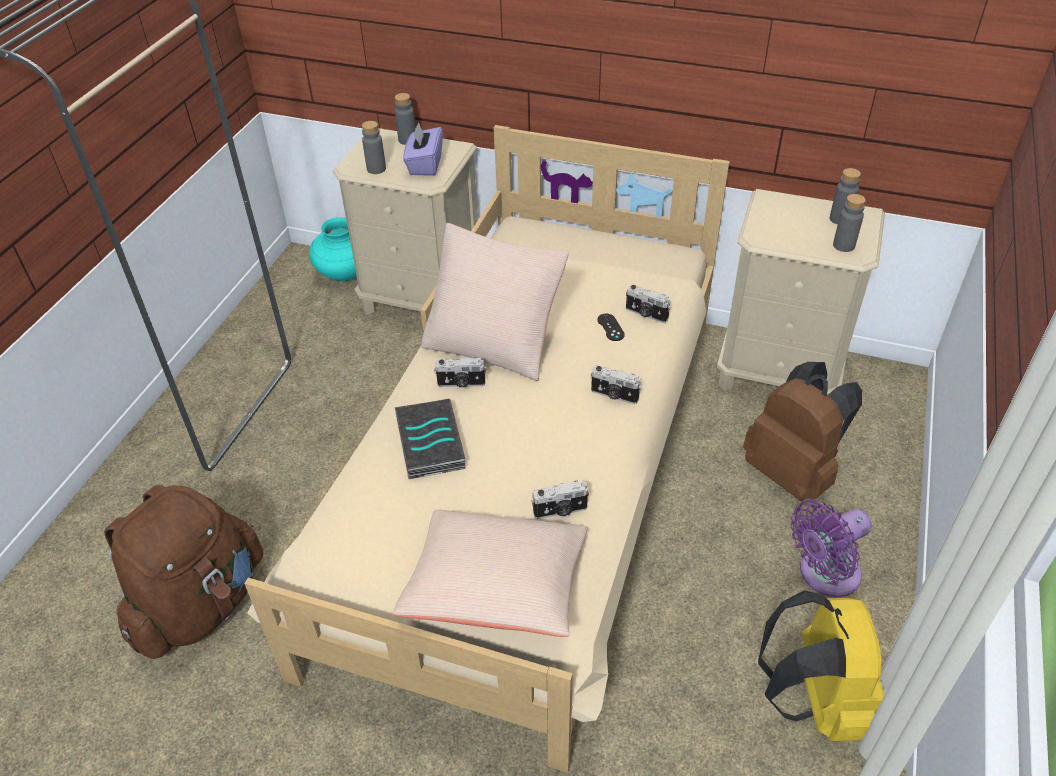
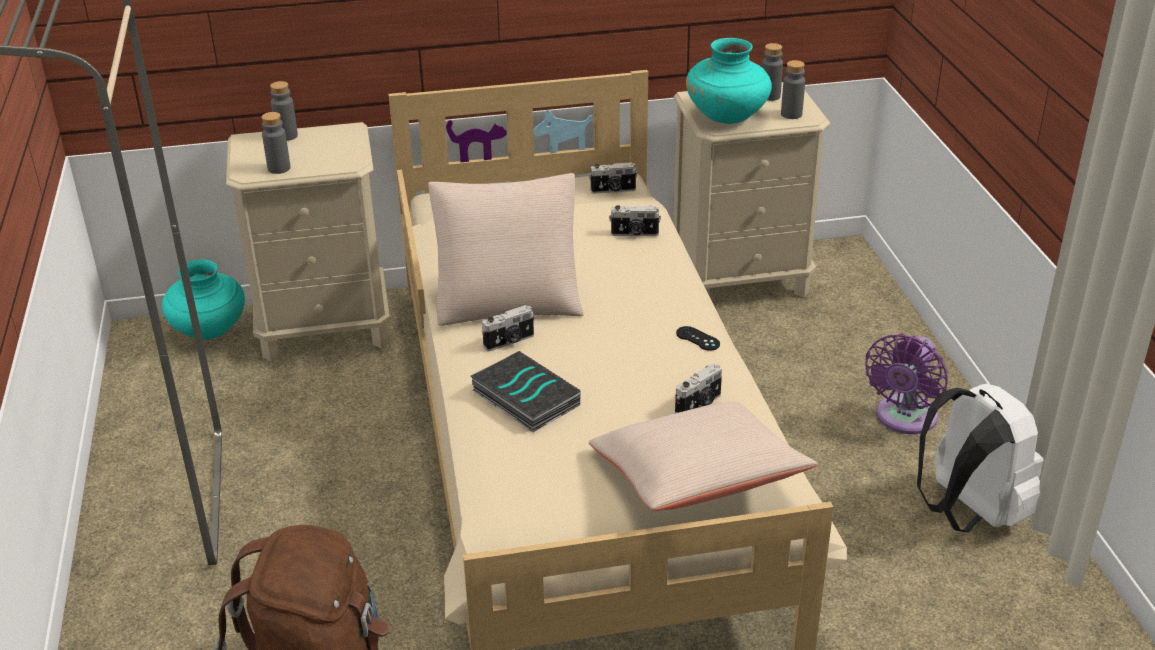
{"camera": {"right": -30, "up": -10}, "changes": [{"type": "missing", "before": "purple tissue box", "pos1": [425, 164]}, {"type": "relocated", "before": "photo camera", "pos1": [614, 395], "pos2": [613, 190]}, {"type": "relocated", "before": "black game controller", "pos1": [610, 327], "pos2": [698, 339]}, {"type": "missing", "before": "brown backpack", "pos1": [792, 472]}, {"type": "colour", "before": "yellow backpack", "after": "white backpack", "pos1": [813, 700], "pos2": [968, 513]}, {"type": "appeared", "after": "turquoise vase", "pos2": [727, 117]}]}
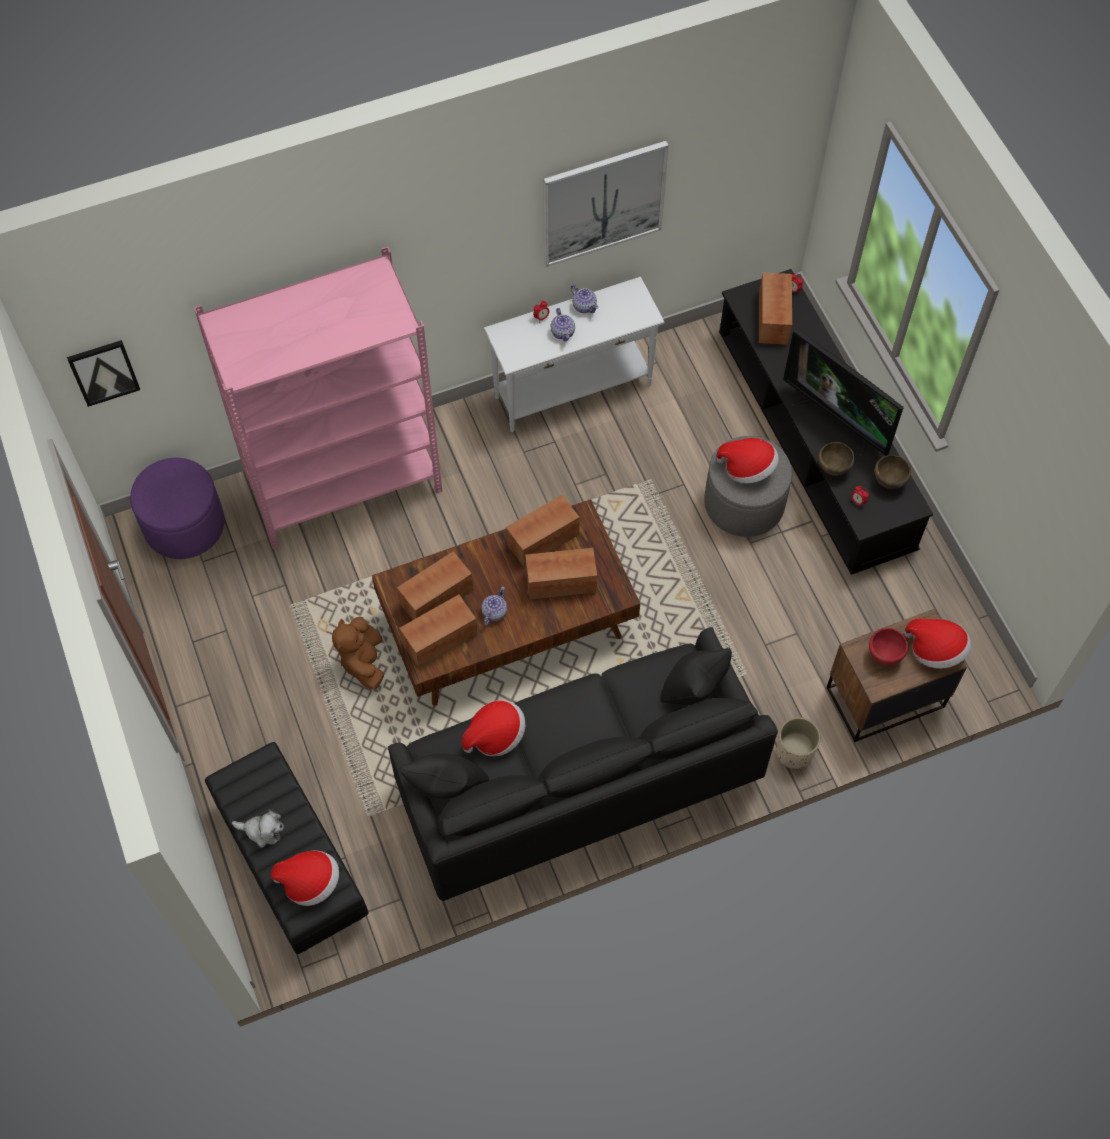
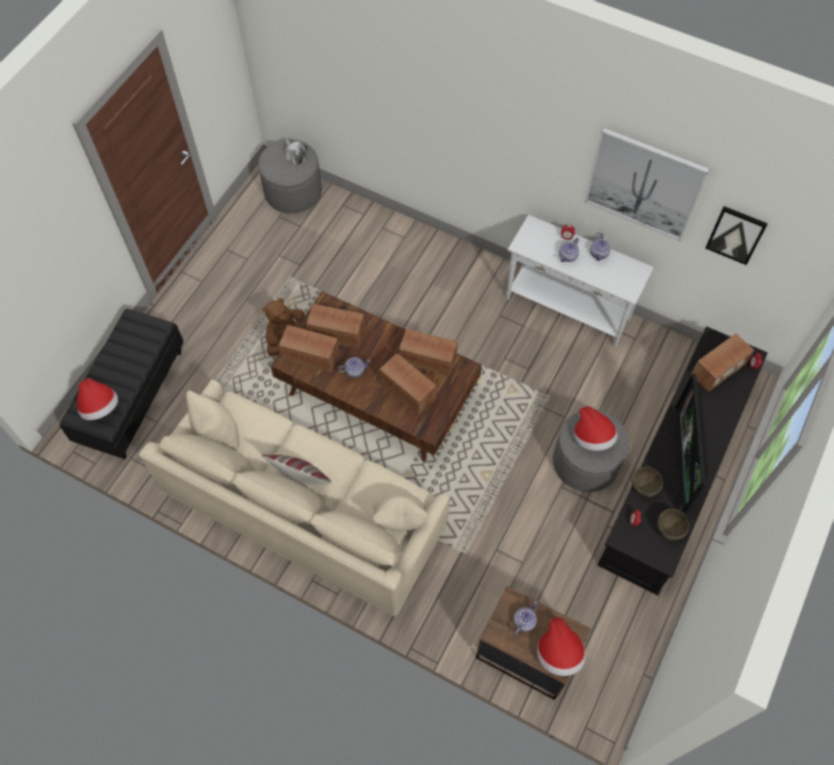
{"camera": {"right": 50, "up": 0}, "changes": [{"type": "relocated", "before": "picture", "pos1": [103, 372], "pos2": [736, 234]}, {"type": "colour", "before": "purple ottoman", "after": "grey ottoman", "pos1": [184, 525], "pos2": [293, 192]}, {"type": "missing", "before": "pink bookcase", "pos1": [343, 482]}, {"type": "relocated", "before": "plush toy", "pos1": [263, 831], "pos2": [295, 155]}, {"type": "colour", "before": "black sofa", "after": "beige sofa", "pos1": [577, 782], "pos2": [305, 510]}, {"type": "missing", "before": "hat", "pos1": [495, 735]}, {"type": "missing", "before": "beige planter", "pos1": [794, 752]}, {"type": "exchanged", "before": "red bowl", "after": "teapot", "pos1": [884, 655], "pos2": [524, 621]}, {"type": "appeared", "after": "pillow", "pos2": [300, 478]}]}
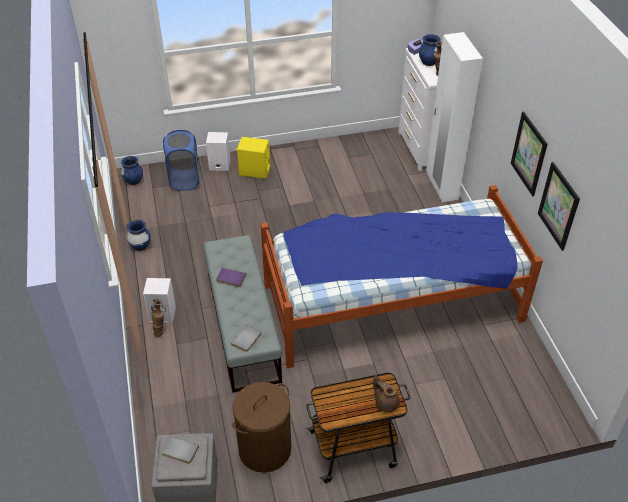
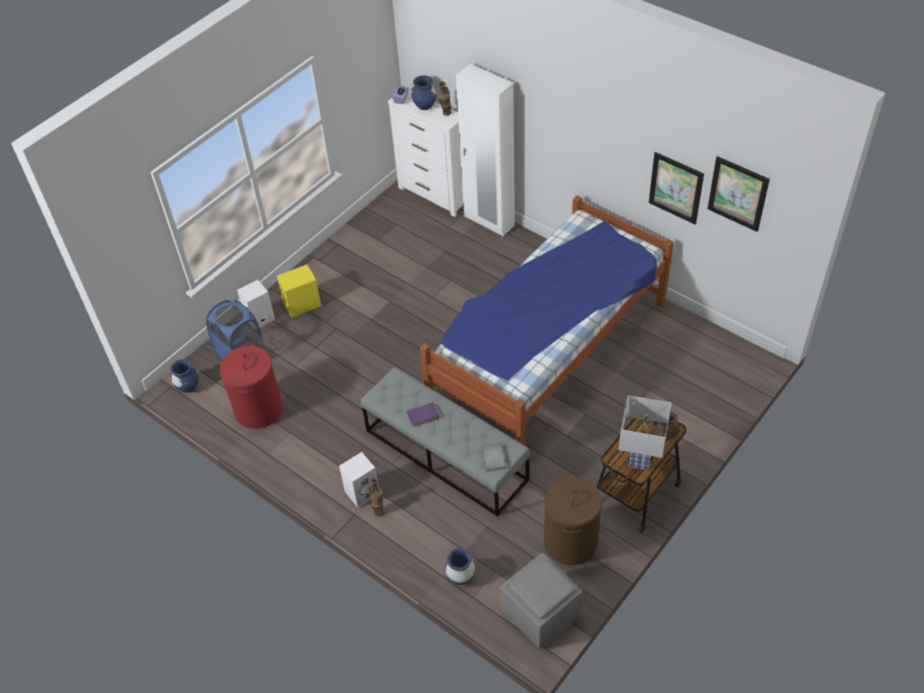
{"camera": {"right": -35, "up": 5}, "changes": [{"type": "relocated", "before": "blue vase", "pos1": [140, 246], "pos2": [460, 577]}, {"type": "missing", "before": "grey book", "pos1": [179, 451]}, {"type": "relocated", "before": "picture", "pos1": [529, 153], "pos2": [738, 193]}, {"type": "appeared", "after": "red laundry basket", "pos2": [259, 409]}, {"type": "appeared", "after": "white table lamp", "pos2": [640, 461]}]}
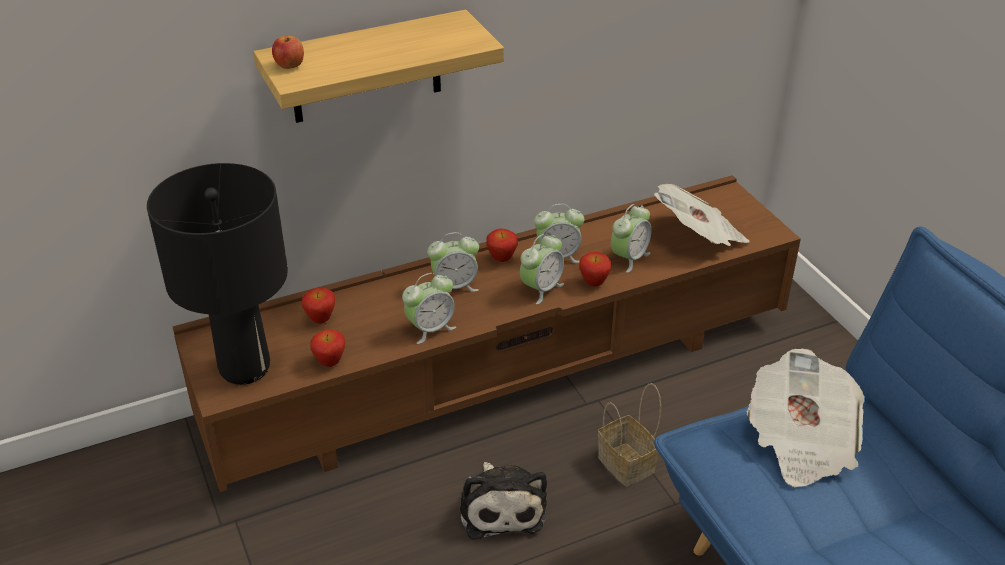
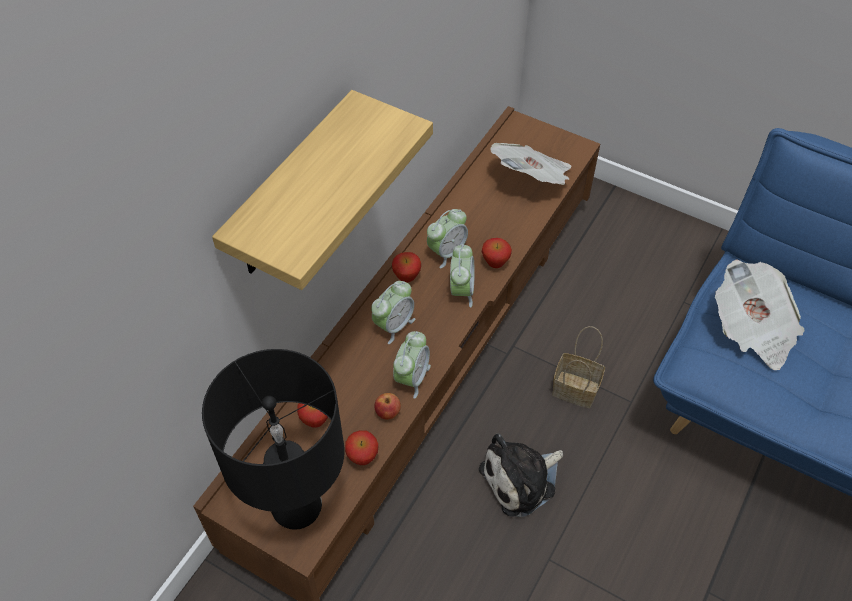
{"camera": {"right": -35, "up": 15}, "changes": [{"type": "relocated", "before": "apple", "pos1": [289, 66], "pos2": [388, 413]}, {"type": "spun", "before": "plush toy", "pos1": [501, 507], "pos2": [522, 479], "turn": 105}, {"type": "missing", "before": "alarm clock", "pos1": [629, 258]}]}
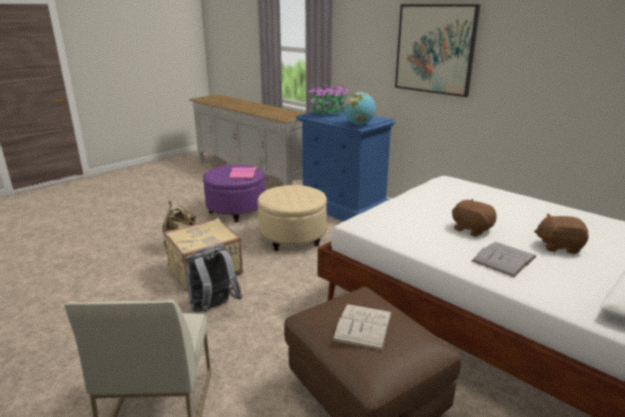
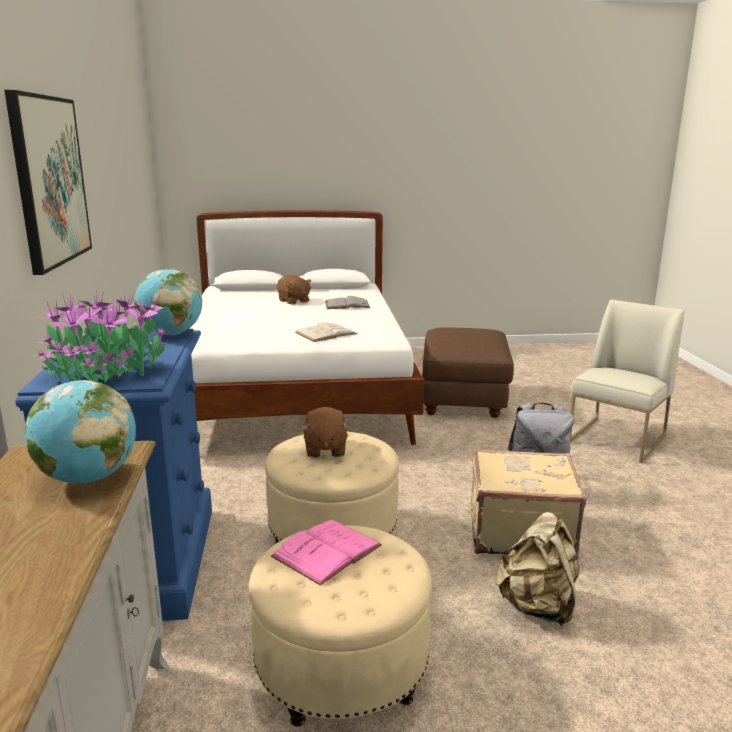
{"camera": {"right": -140, "up": -5}, "changes": [{"type": "colour", "before": "purple ottoman", "after": "beige ottoman", "pos1": [236, 211], "pos2": [341, 670]}, {"type": "relocated", "before": "white book", "pos1": [363, 326], "pos2": [326, 333]}, {"type": "relocated", "before": "brown plush toy", "pos1": [471, 229], "pos2": [325, 450]}, {"type": "appeared", "after": "globe", "pos2": [88, 478]}]}
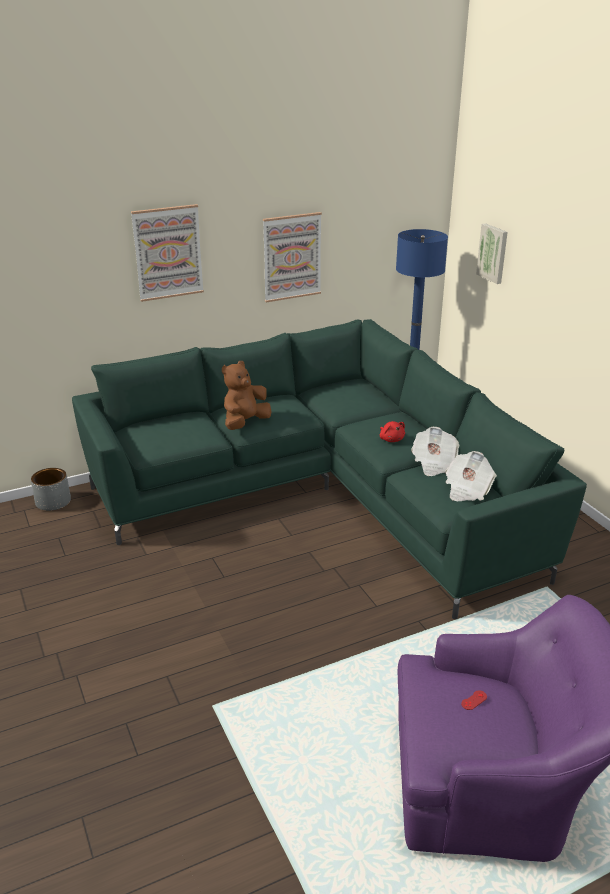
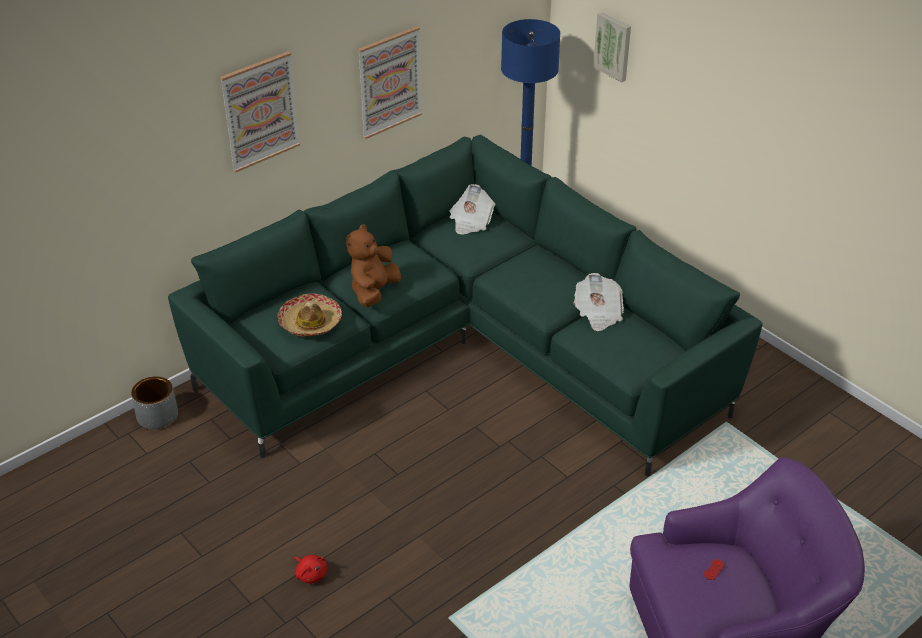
{"camera": {"right": -15, "up": 10}, "changes": [{"type": "relocated", "before": "red plush toy", "pos1": [391, 439], "pos2": [311, 574]}, {"type": "relocated", "before": "newspaper", "pos1": [467, 489], "pos2": [470, 221]}, {"type": "appeared", "after": "hat", "pos2": [310, 322]}]}
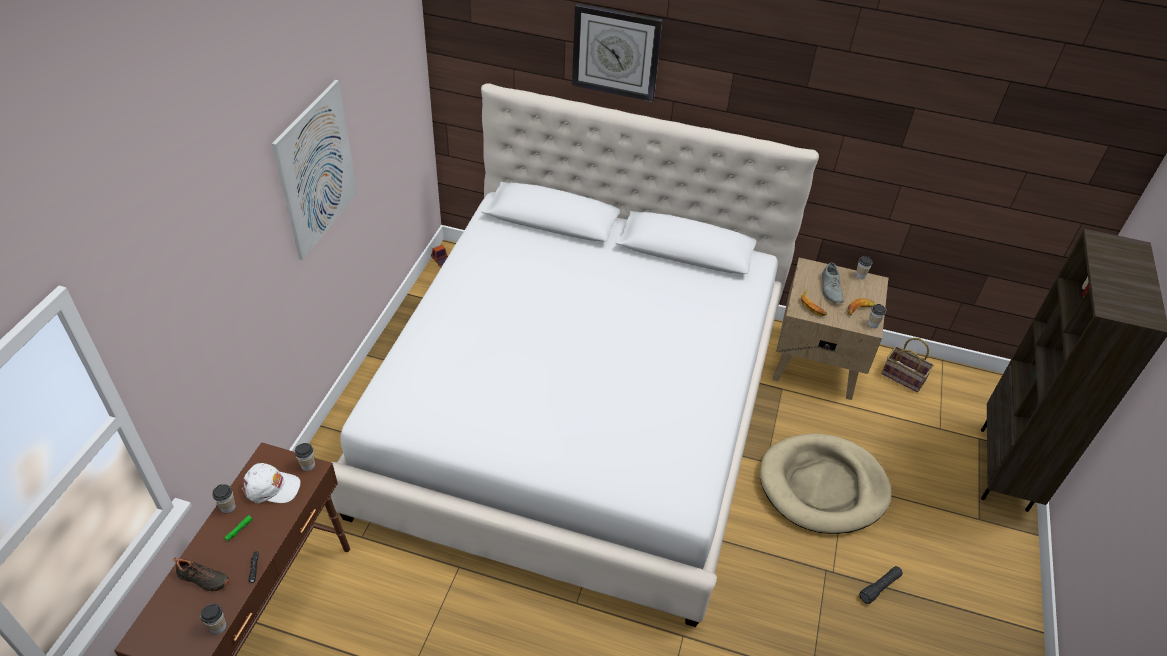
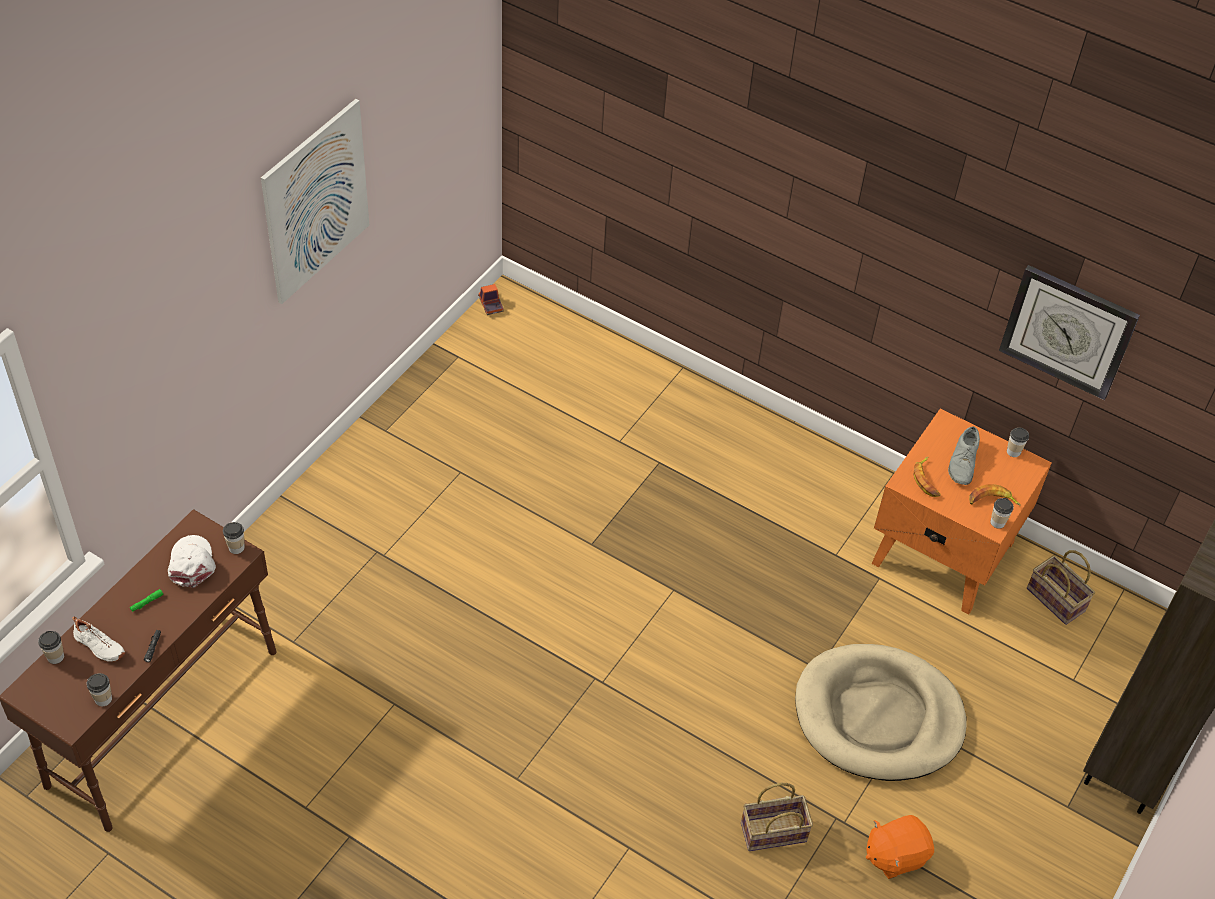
{"camera": {"right": 15, "up": 5}, "changes": [{"type": "colour", "before": "black shoe", "after": "white shoe", "pos1": [203, 580], "pos2": [98, 647]}, {"type": "relocated", "before": "cup", "pos1": [228, 507], "pos2": [55, 657]}, {"type": "spun", "before": "white cap", "pos1": [271, 487], "pos2": [191, 563], "turn": -120}, {"type": "missing", "before": "white bed", "pos1": [578, 409]}, {"type": "relocated", "before": "wall clock", "pos1": [616, 52], "pos2": [1068, 331]}, {"type": "colour", "before": "beige nightstand", "after": "orange nightstand", "pos1": [817, 362], "pos2": [944, 553]}, {"type": "exchanged", "before": "black flashlight", "after": "orange plush toy", "pos1": [879, 587], "pos2": [895, 855]}, {"type": "appeared", "after": "basket", "pos2": [772, 833]}]}
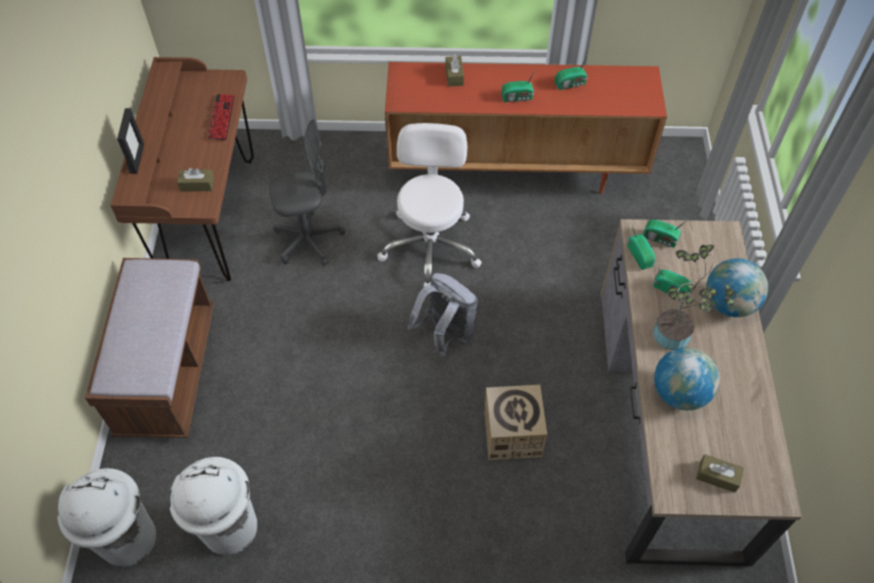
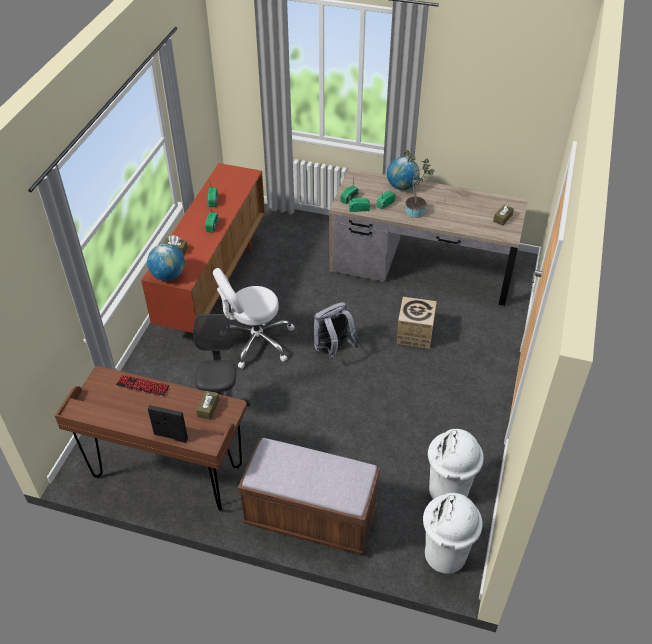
{"camera": {"right": -75, "up": -10}, "changes": [{"type": "spun", "before": "white office chair", "pos1": [431, 243], "pos2": [254, 342], "turn": -45}, {"type": "relocated", "before": "globe", "pos1": [679, 393], "pos2": [168, 275]}]}
